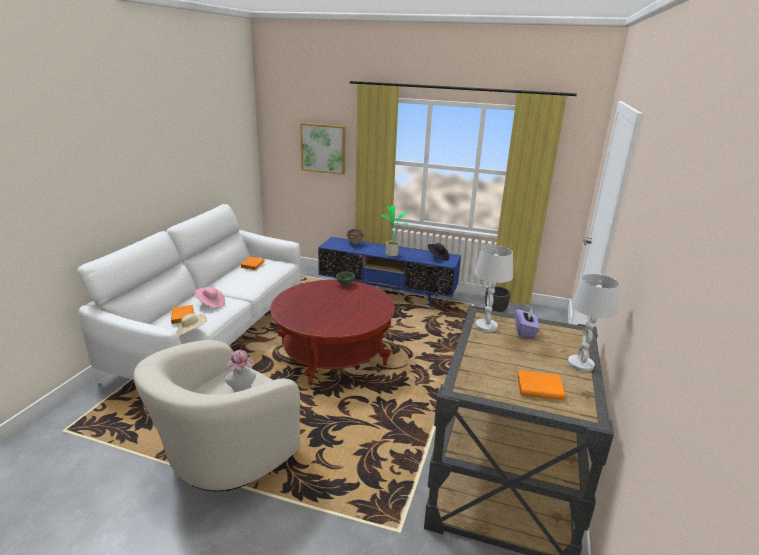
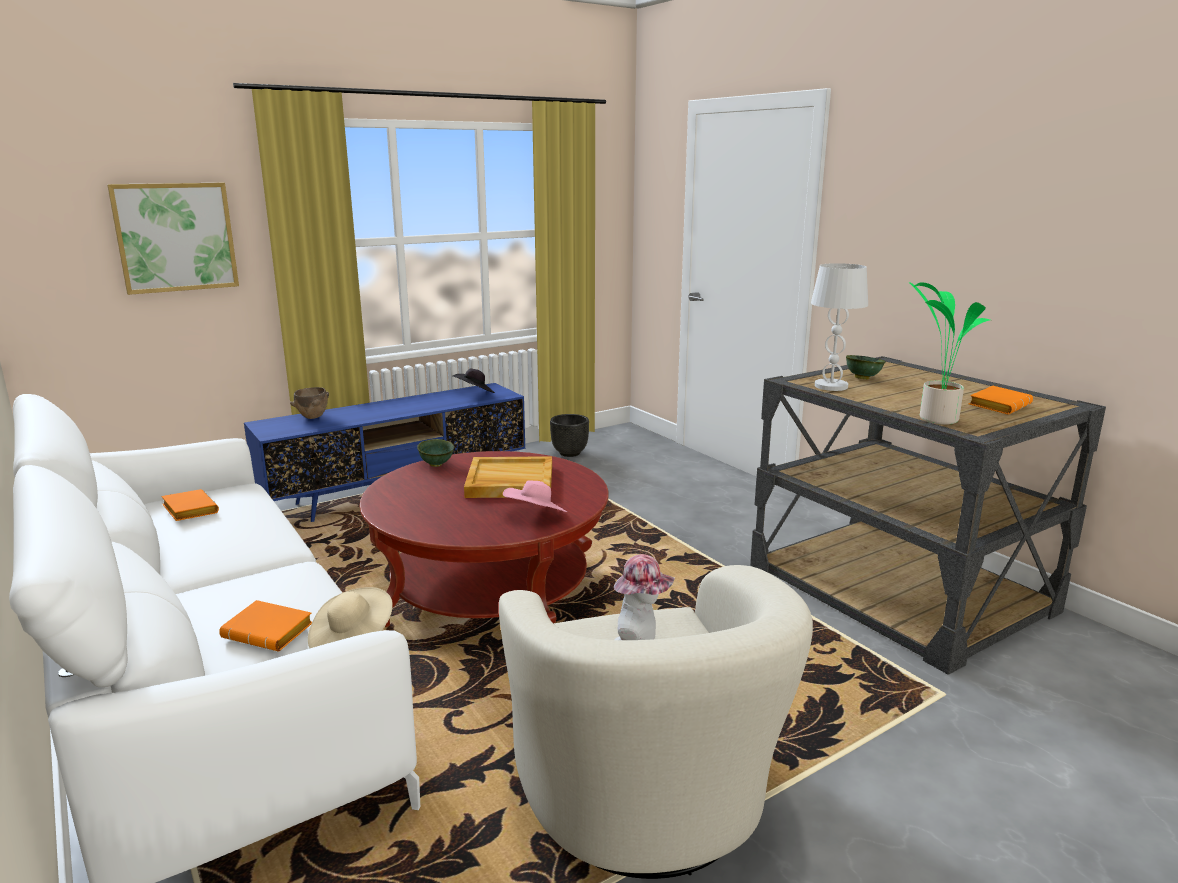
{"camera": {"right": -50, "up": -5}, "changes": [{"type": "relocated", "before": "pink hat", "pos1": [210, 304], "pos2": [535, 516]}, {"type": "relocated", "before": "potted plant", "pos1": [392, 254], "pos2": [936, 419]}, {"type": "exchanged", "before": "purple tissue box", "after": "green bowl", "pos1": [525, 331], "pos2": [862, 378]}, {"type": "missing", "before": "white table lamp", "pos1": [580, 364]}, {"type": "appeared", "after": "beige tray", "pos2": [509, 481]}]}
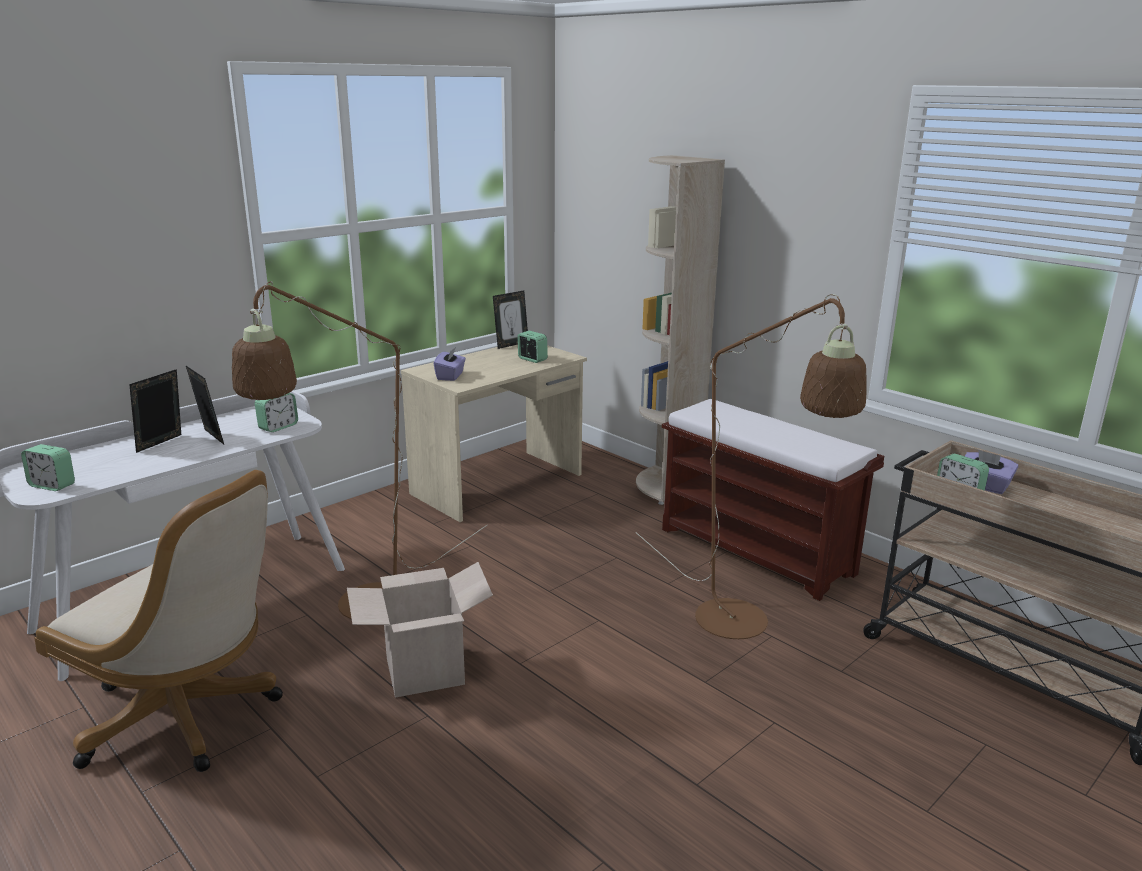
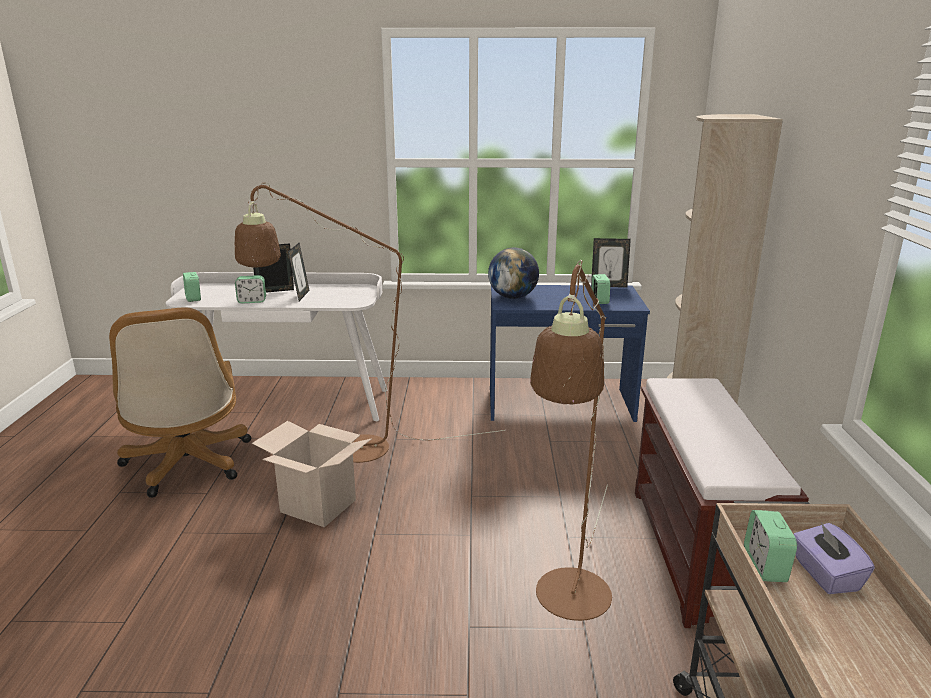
{"camera": {"right": 45, "up": 0}, "changes": [{"type": "relocated", "before": "alarm clock", "pos1": [278, 427], "pos2": [252, 301]}, {"type": "colour", "before": "beige desk", "after": "blue desk", "pos1": [499, 484], "pos2": [560, 405]}, {"type": "exchanged", "before": "purple tissue box", "after": "globe", "pos1": [450, 376], "pos2": [513, 297]}]}
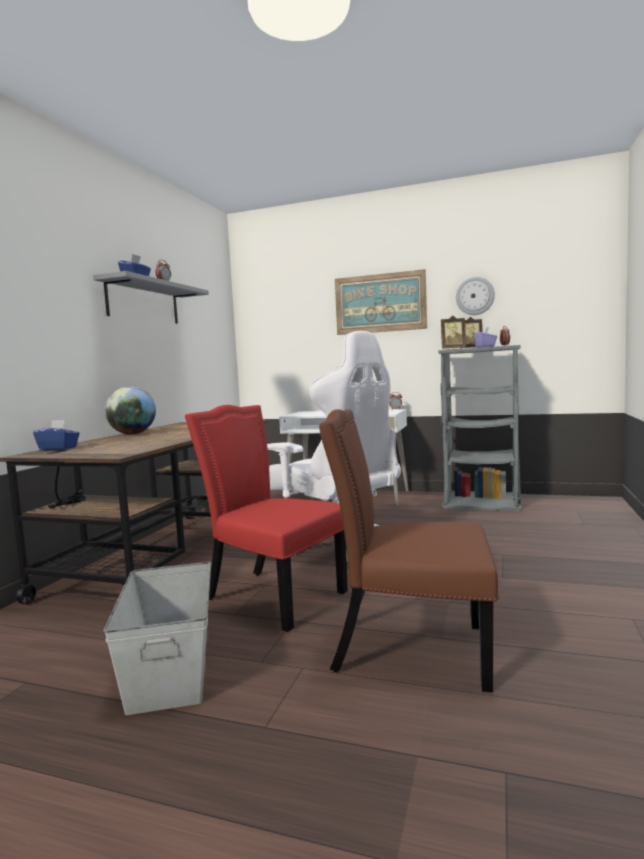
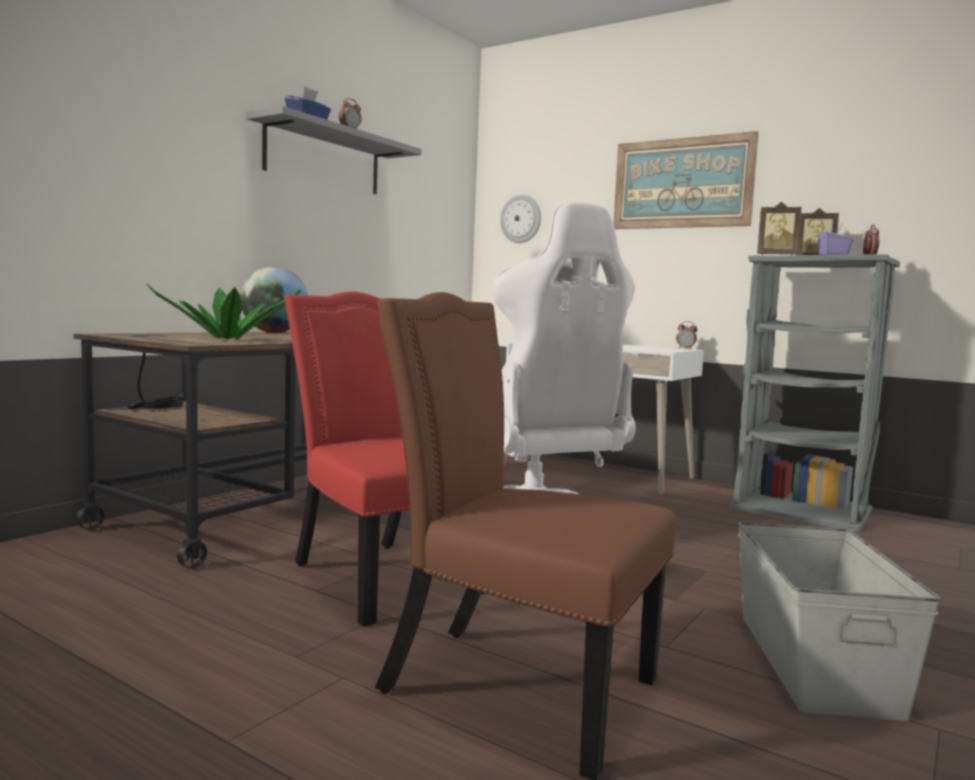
{"camera": {"right": 15, "up": 0}, "changes": [{"type": "missing", "before": "blue tissue box", "pos1": [58, 448]}, {"type": "relocated", "before": "grey storage box", "pos1": [170, 666], "pos2": [814, 662]}, {"type": "relocated", "before": "wall clock", "pos1": [475, 296], "pos2": [521, 219]}, {"type": "appeared", "after": "potted plant", "pos2": [227, 339]}]}
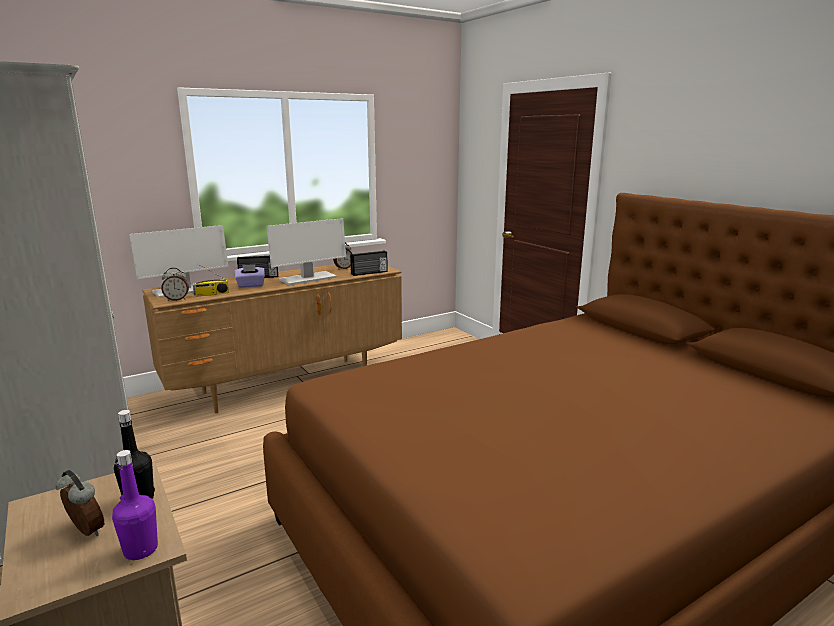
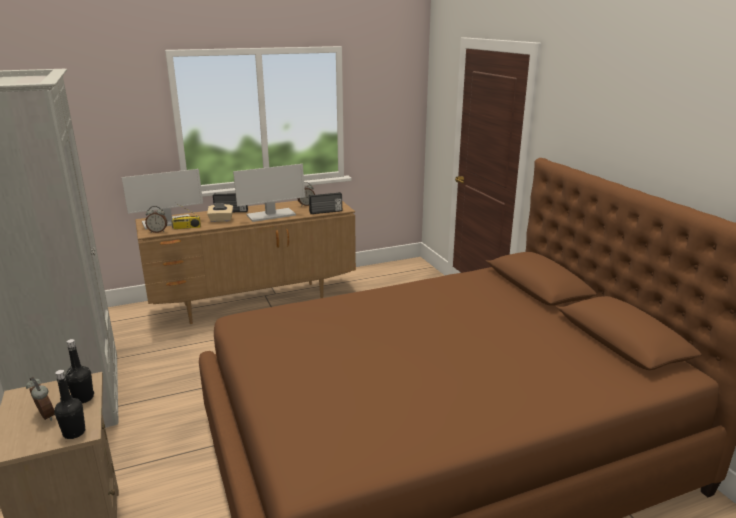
{"camera": {"right": 10, "up": 5}, "changes": [{"type": "colour", "before": "purple bottle", "after": "black bottle", "pos1": [141, 550], "pos2": [74, 433]}, {"type": "colour", "before": "purple tissue box", "after": "beige tissue box", "pos1": [250, 285], "pos2": [221, 220]}]}
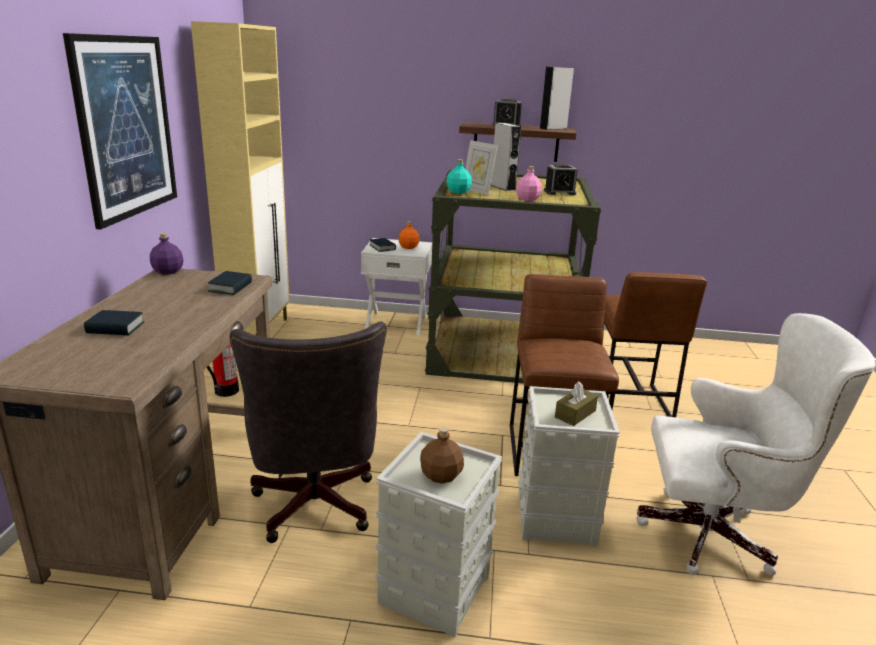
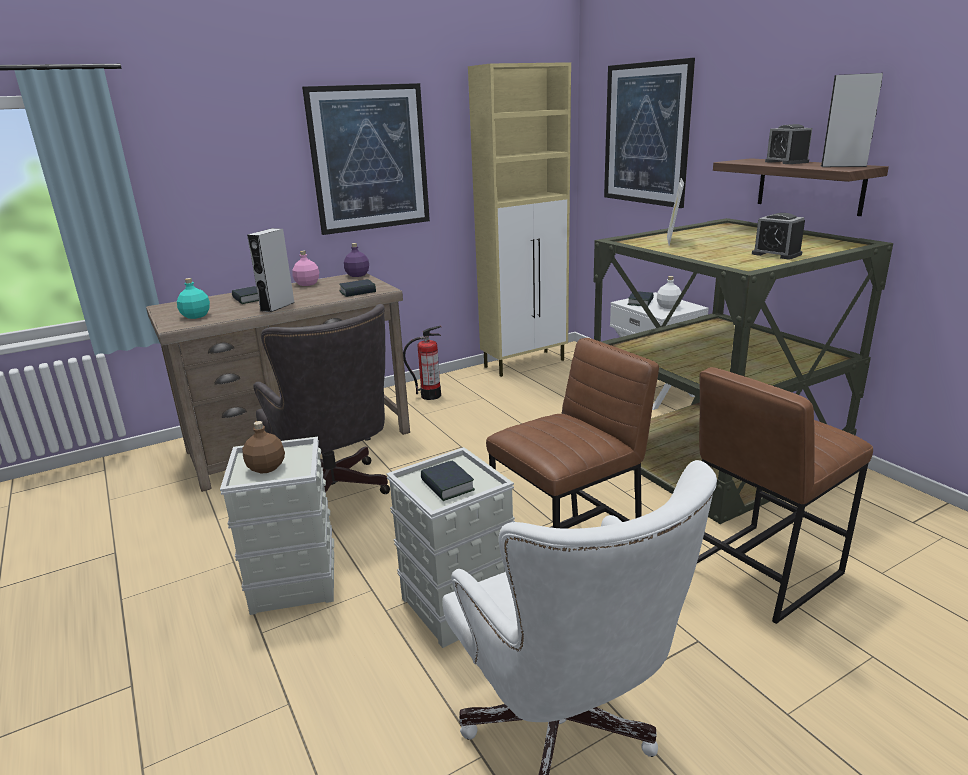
{"camera": {"right": 55, "up": 0}, "changes": [{"type": "spun", "before": "grey office chair", "pos1": [315, 508], "pos2": [336, 491], "turn": -75}, {"type": "colour", "before": "orange bottle", "after": "white bottle", "pos1": [408, 247], "pos2": [668, 306]}, {"type": "relocated", "before": "turquoise bottle", "pos1": [458, 192], "pos2": [196, 316]}, {"type": "relocated", "before": "grey speaker", "pos1": [503, 187], "pos2": [277, 306]}, {"type": "relocated", "before": "pink bottle", "pos1": [527, 199], "pos2": [307, 284]}, {"type": "exchanged", "before": "brown tissue box", "after": "book", "pos1": [575, 414], "pos2": [447, 486]}, {"type": "appeared", "after": "picture", "pos2": [646, 134]}]}
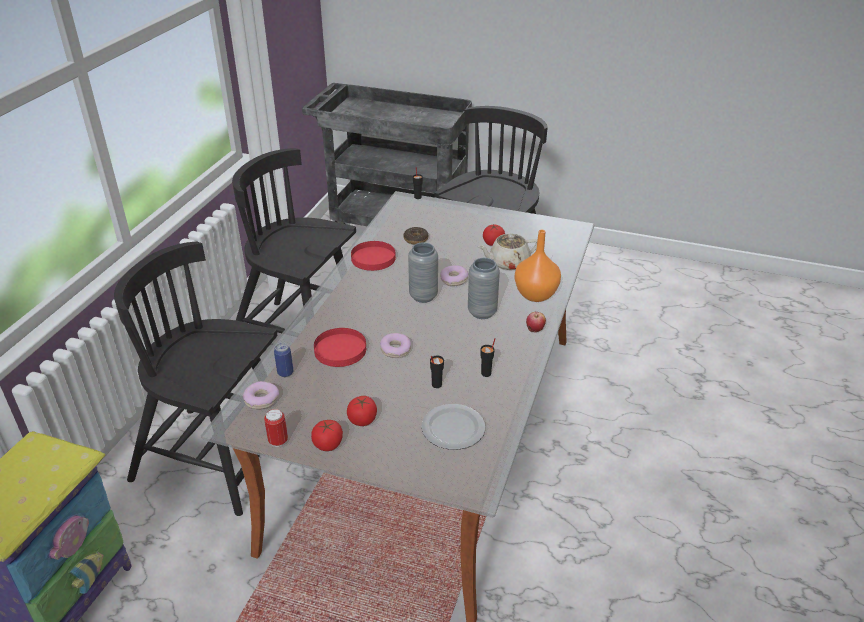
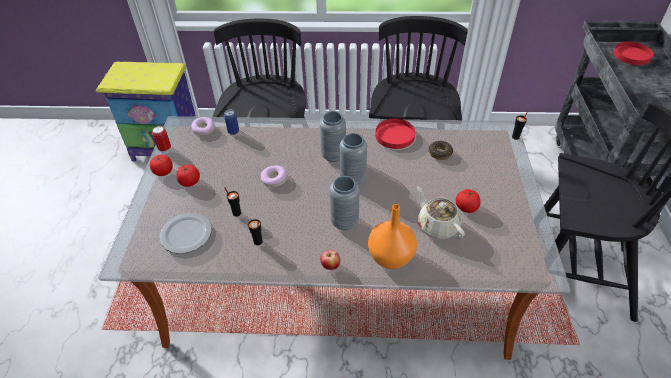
{"camera": {"right": 75, "up": 10}, "changes": [{"type": "relocated", "before": "red plate", "pos1": [340, 350], "pos2": [631, 55]}, {"type": "missing", "before": "donut", "pos1": [453, 279]}, {"type": "appeared", "after": "grey vase", "pos2": [333, 155]}]}
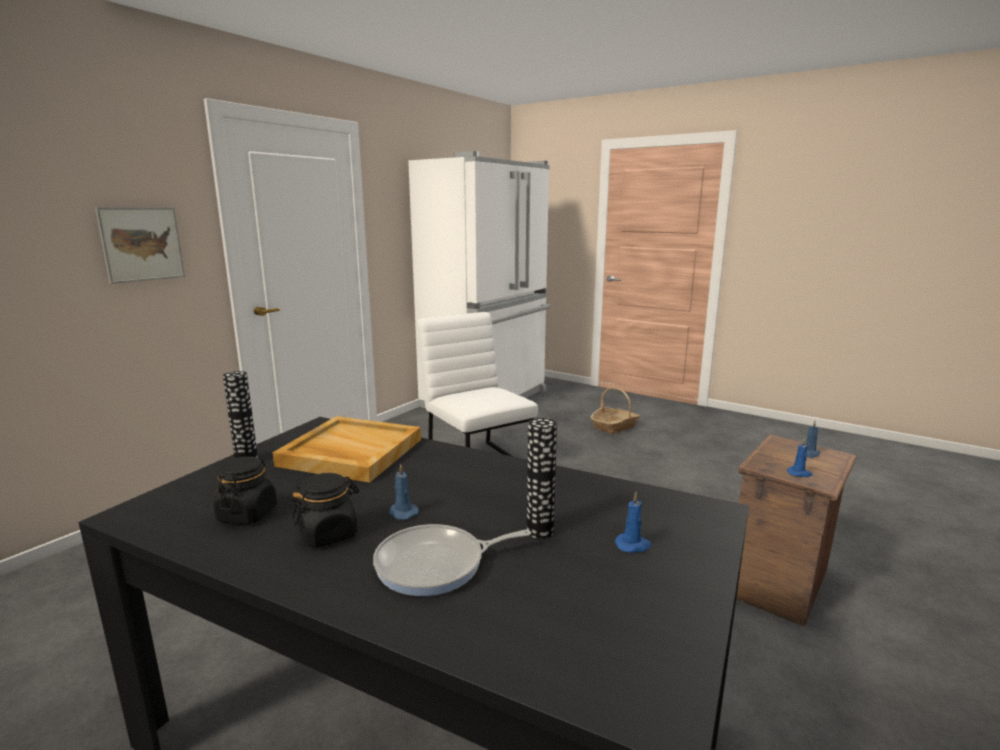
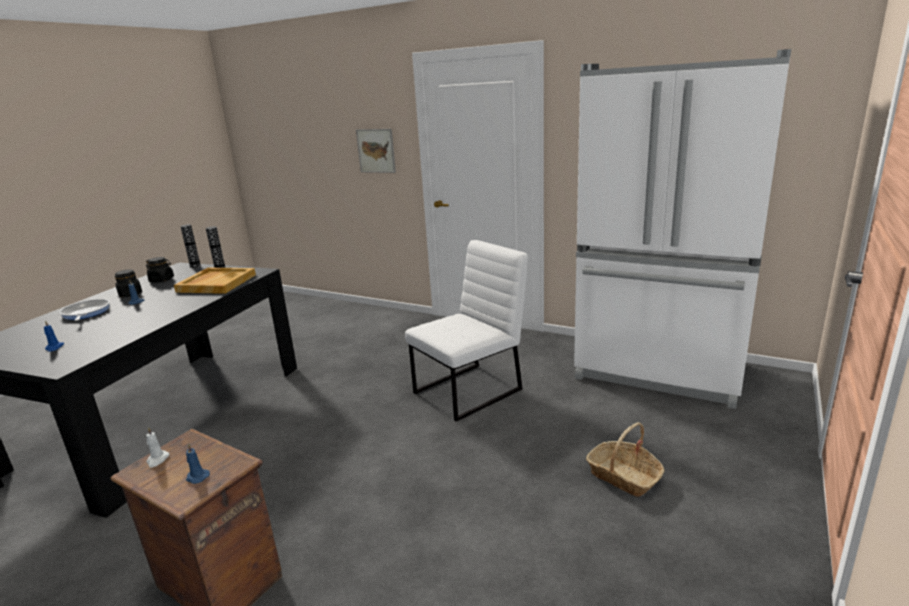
{"camera": {"right": 85, "up": 5}, "changes": [{"type": "relocated", "before": "vase", "pos1": [540, 531], "pos2": [195, 266]}, {"type": "colour", "before": "blue candle", "after": "white candle", "pos1": [799, 474], "pos2": [157, 460]}]}
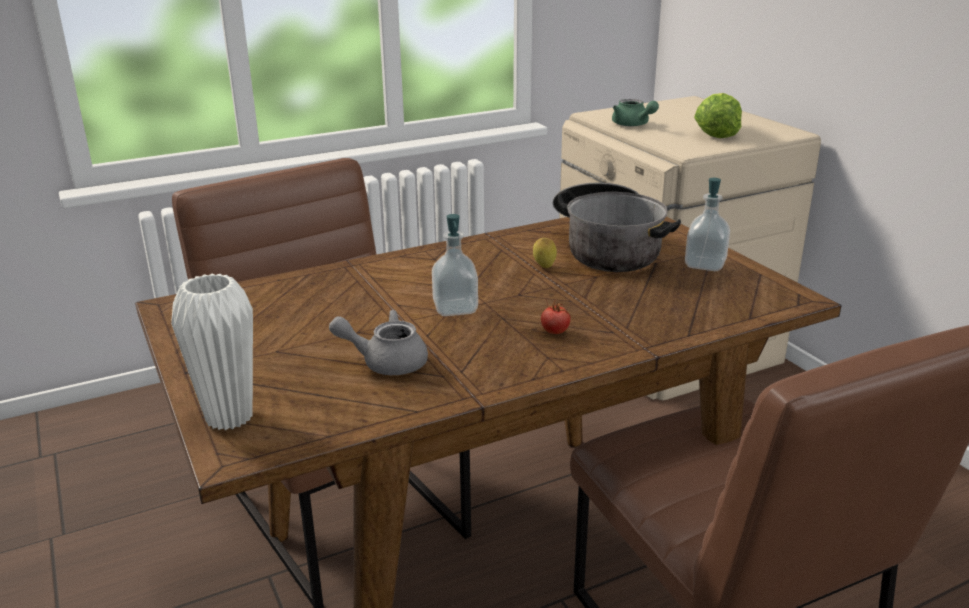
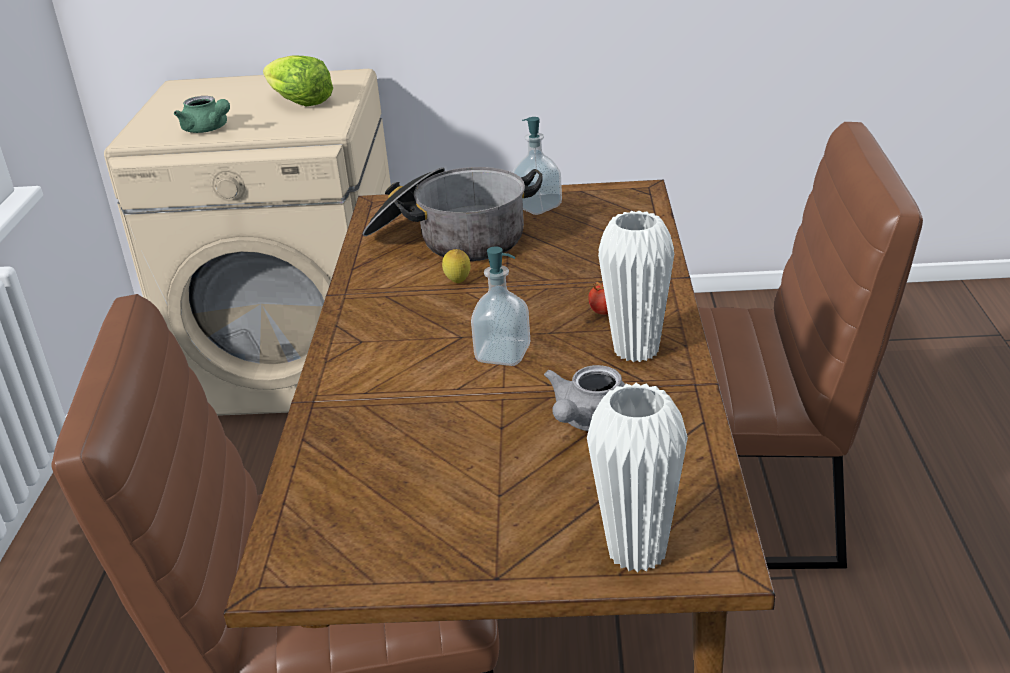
{"camera": {"right": -60, "up": 5}, "changes": [{"type": "spun", "before": "green teapot", "pos1": [633, 125], "pos2": [208, 129], "turn": 45}, {"type": "appeared", "after": "white vase", "pos2": [636, 350]}]}
